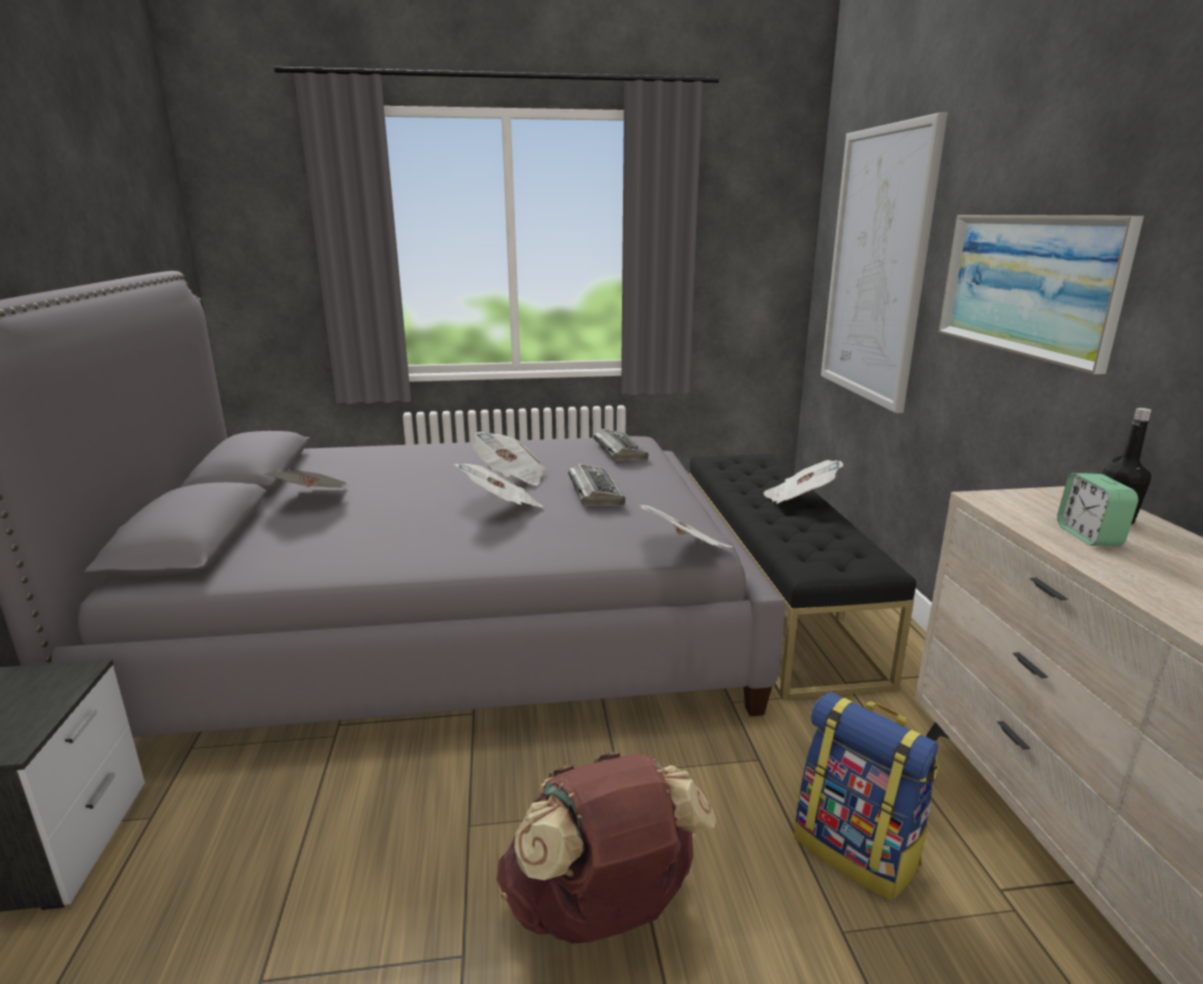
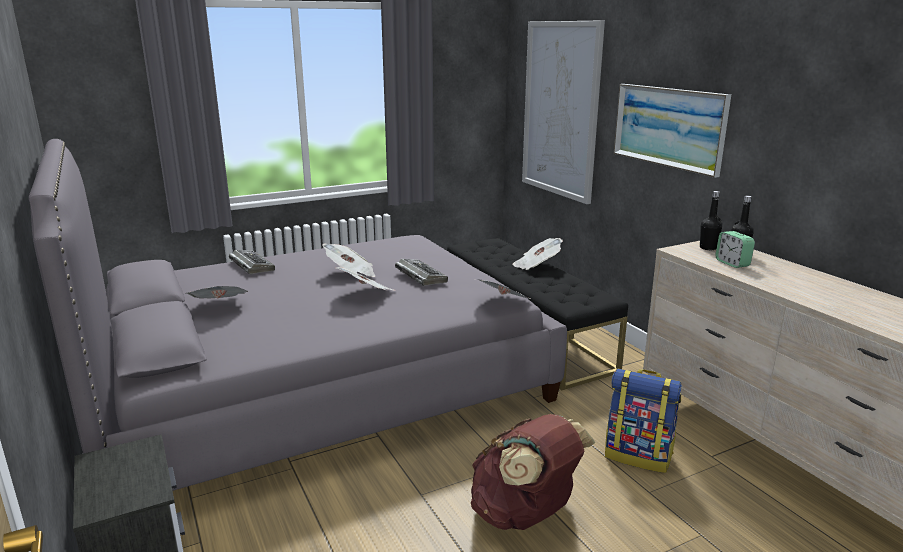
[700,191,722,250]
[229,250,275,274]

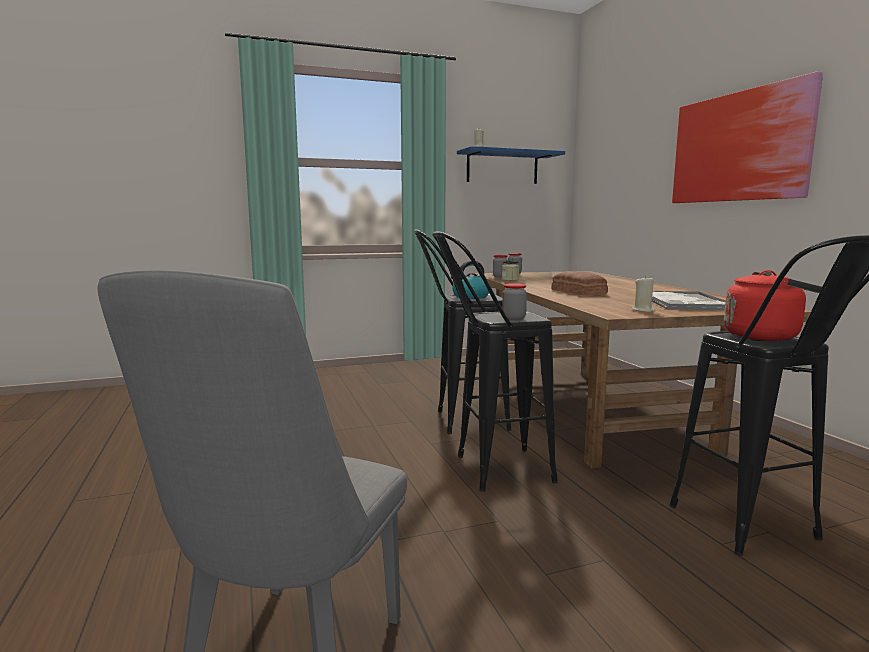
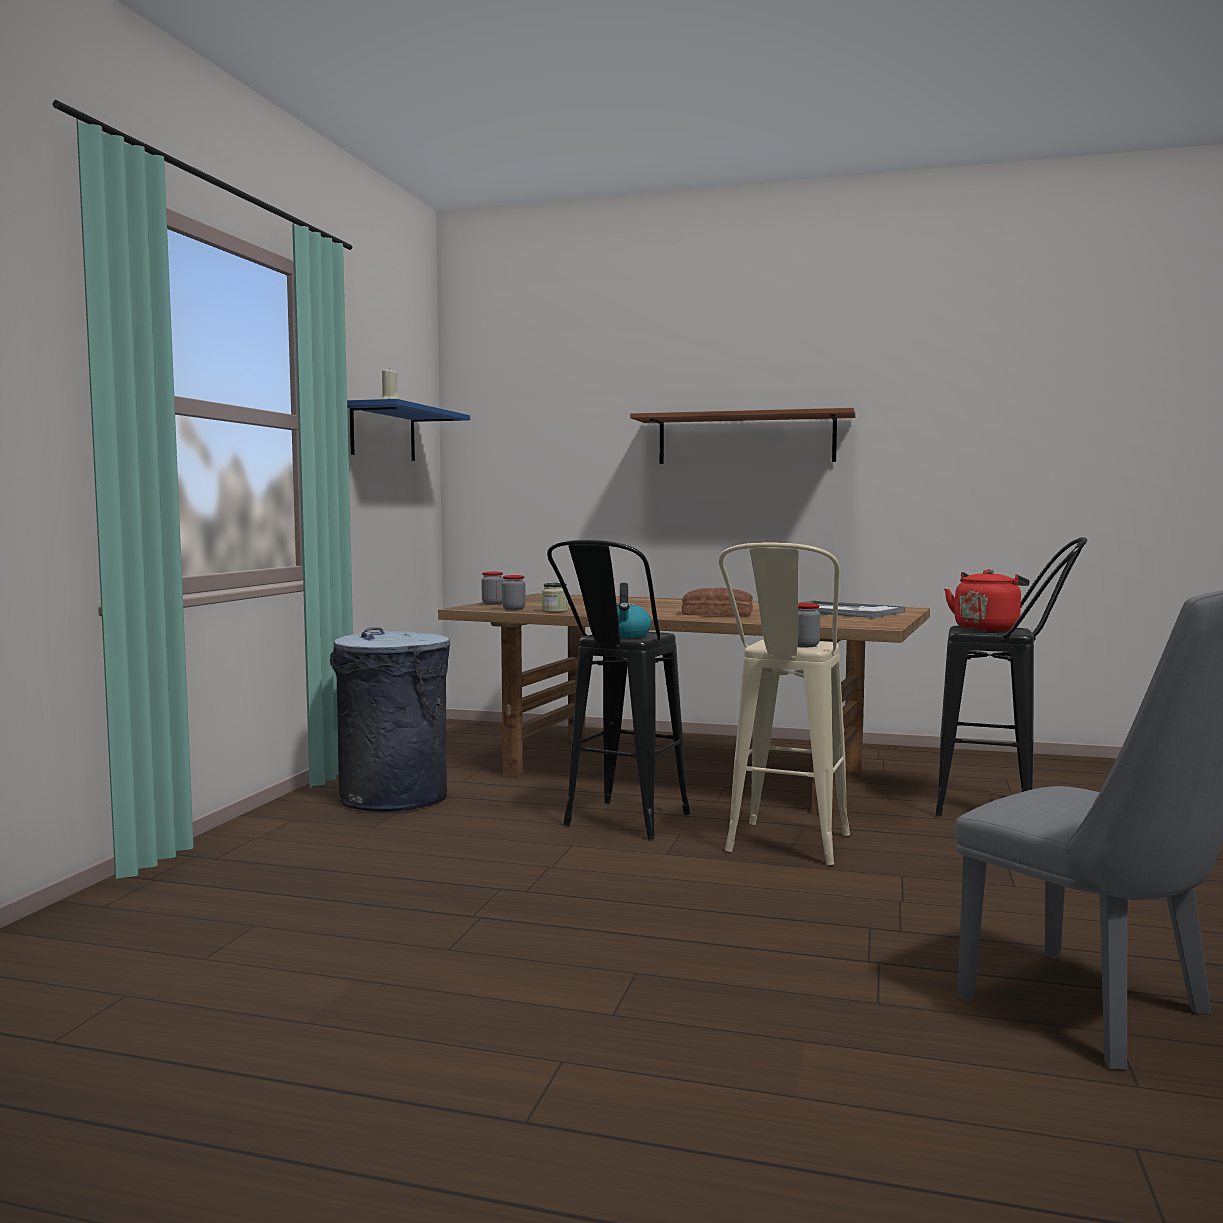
[632,276,656,312] (first image)
[330,627,451,812]
[630,408,856,464]
[719,542,850,865]

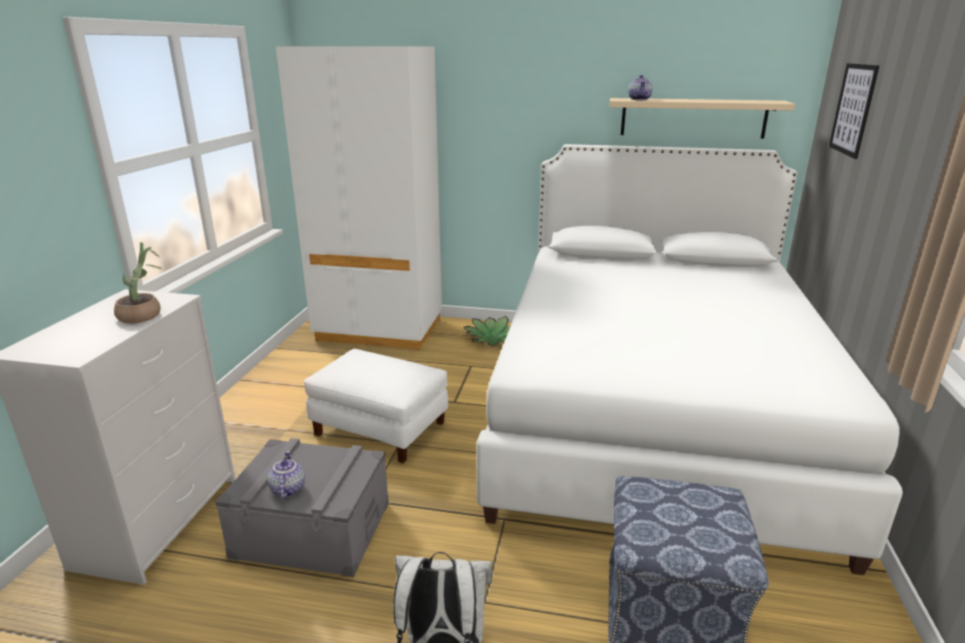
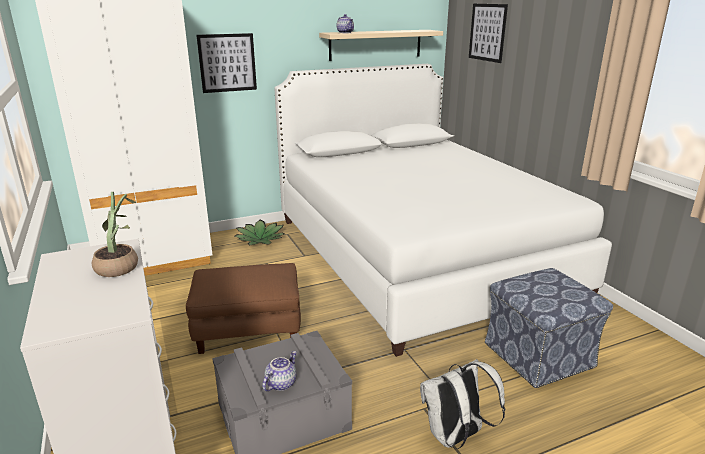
[196,33,257,93]
[186,263,301,354]
[262,351,297,391]

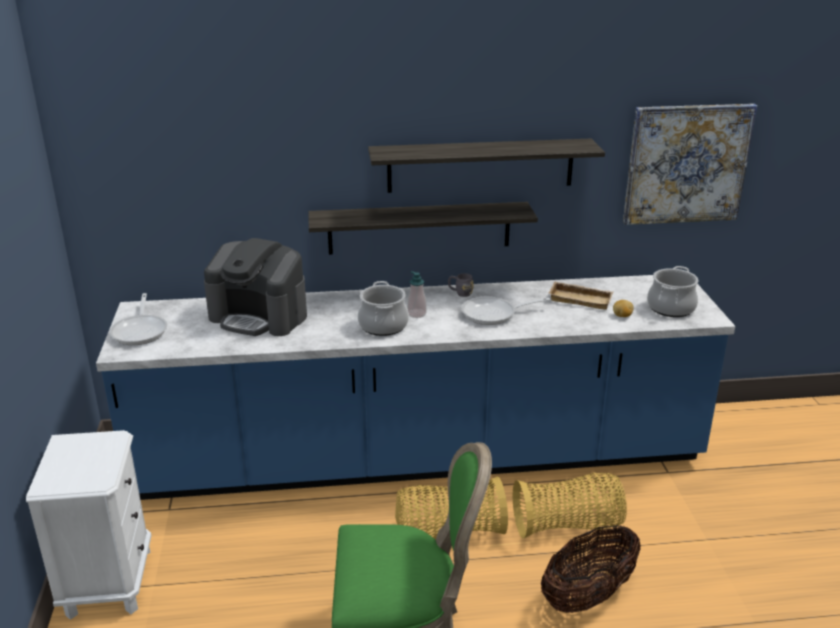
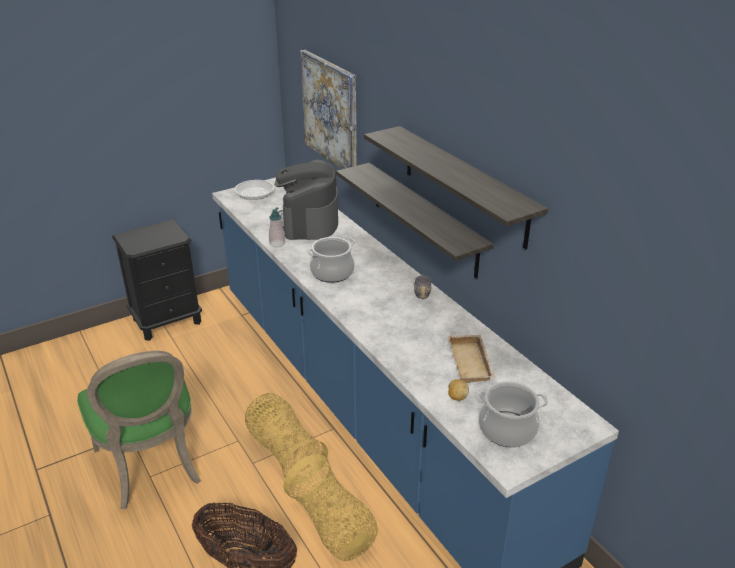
[461,297,550,325] (first image)
[269,207,285,247]
[300,50,357,169]
[112,219,202,341]

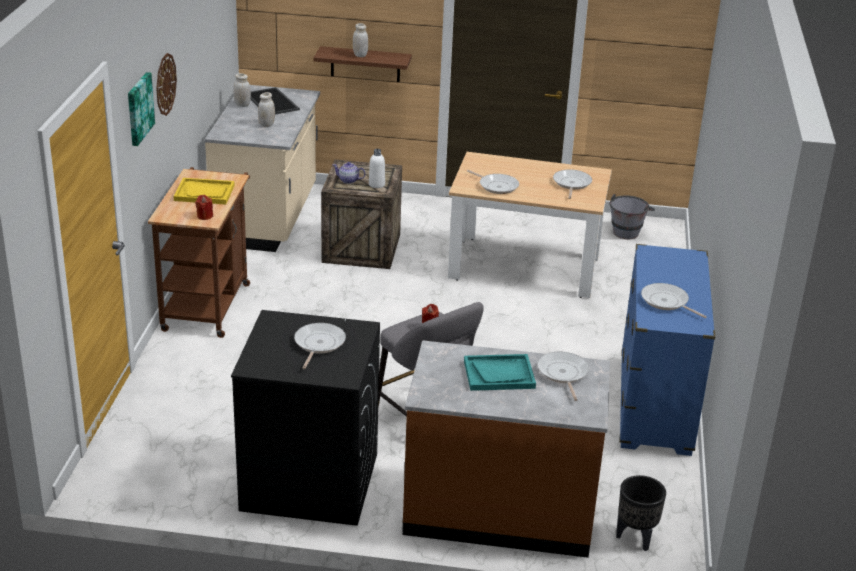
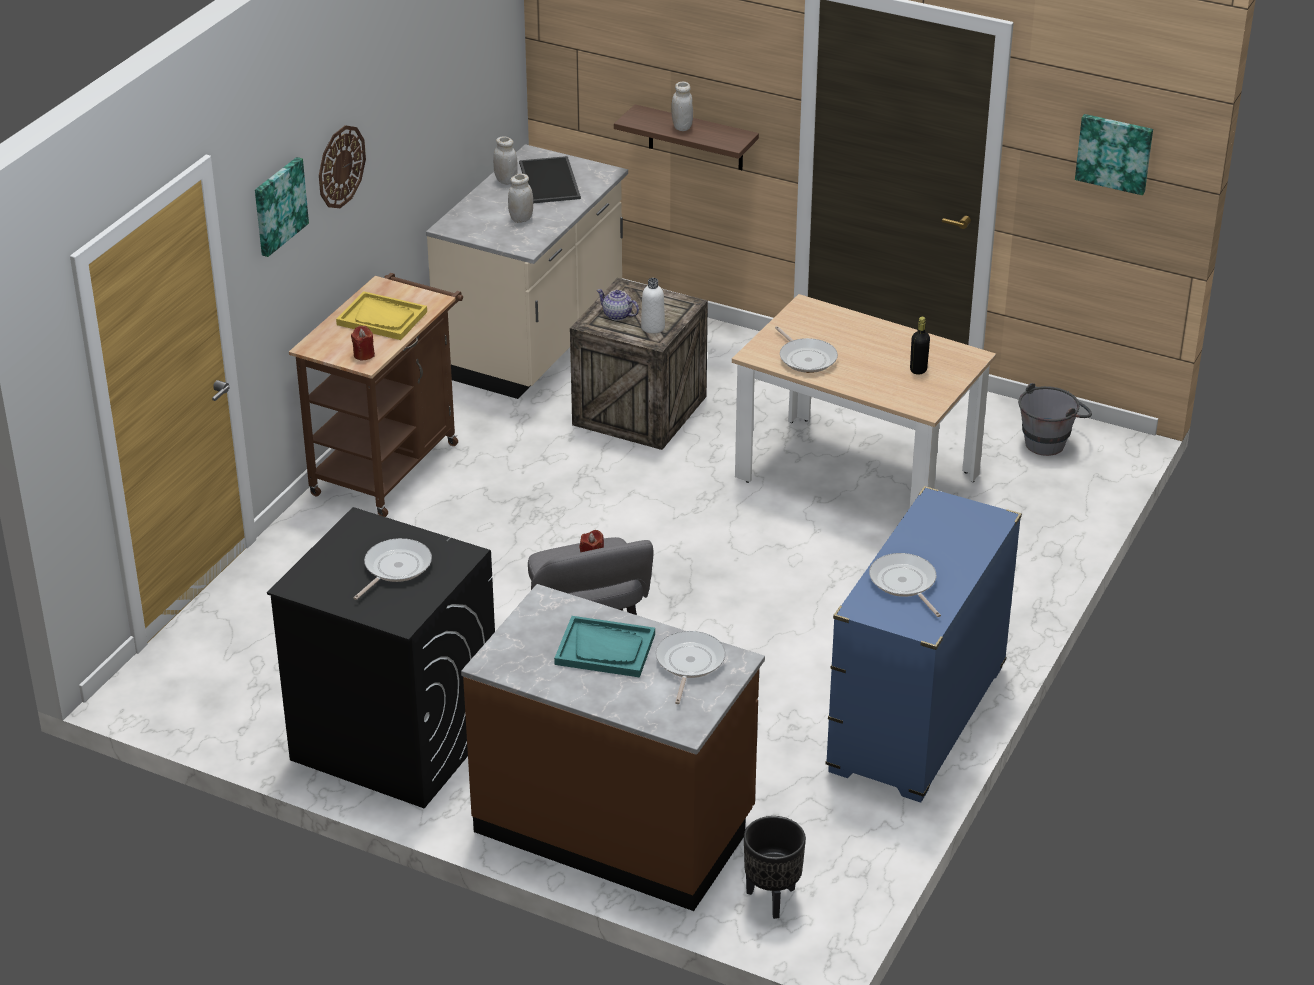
[1075,114,1153,195]
[910,317,930,375]

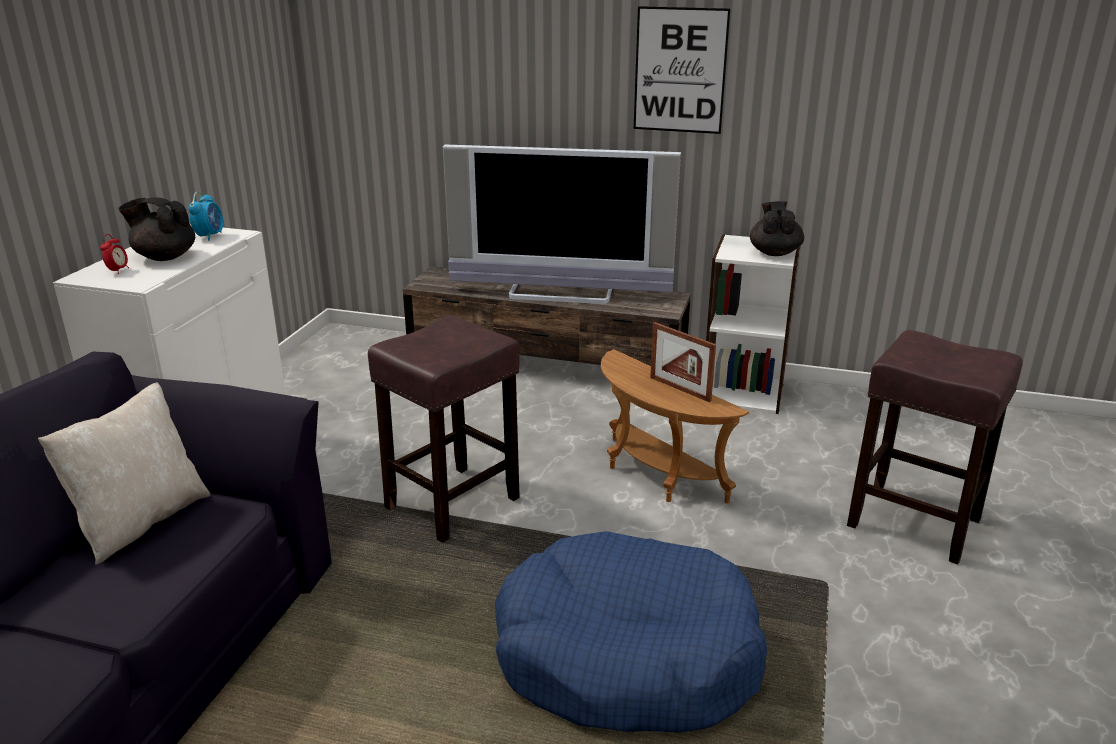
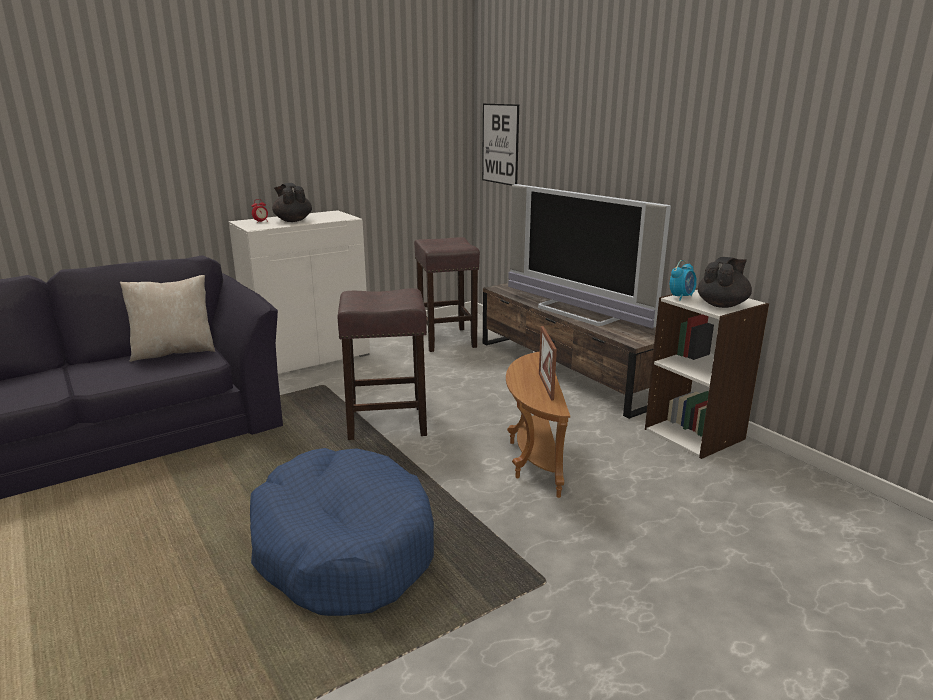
[670,260,697,301]
[482,104,519,186]
[414,237,480,352]

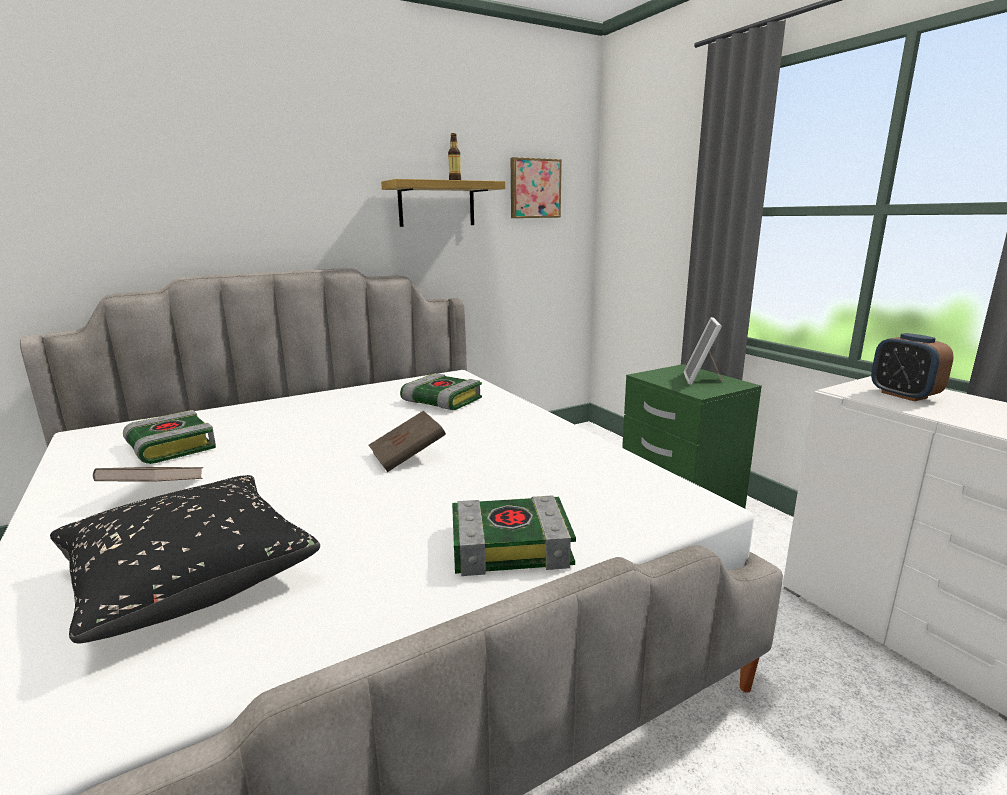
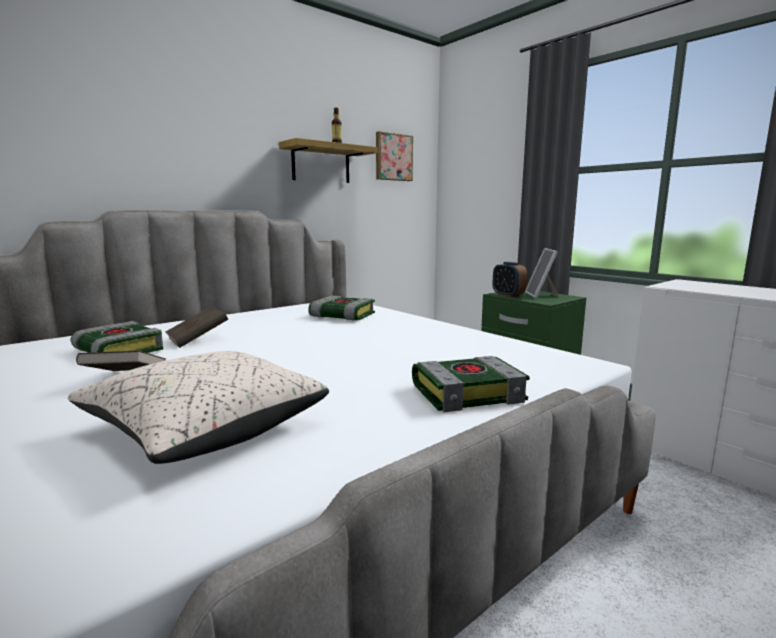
[165,306,228,348]
[492,262,527,297]
[68,351,329,464]

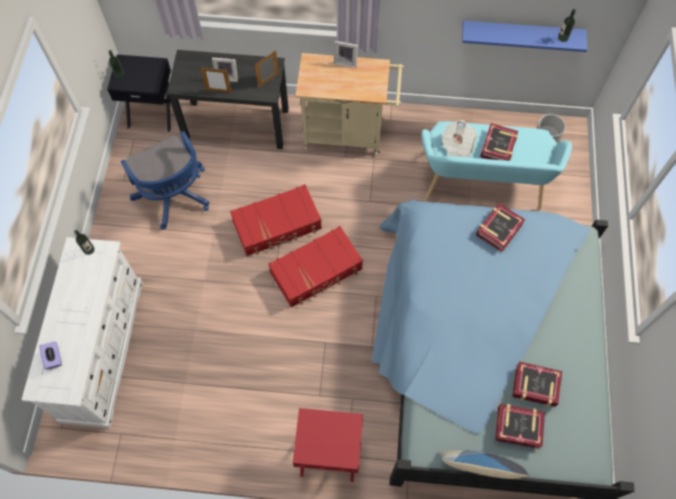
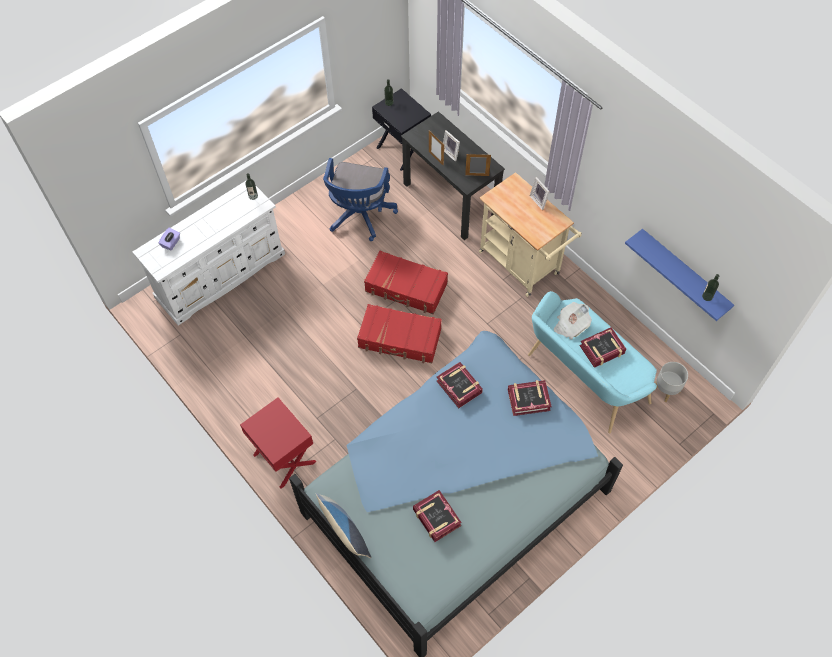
[437,362,483,408]

